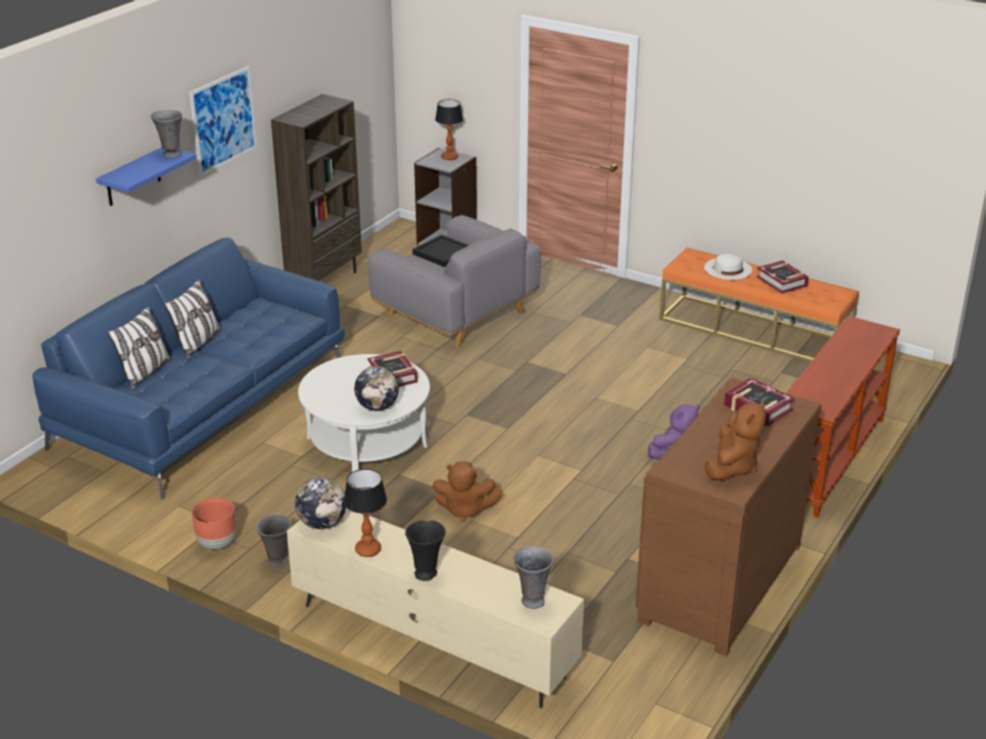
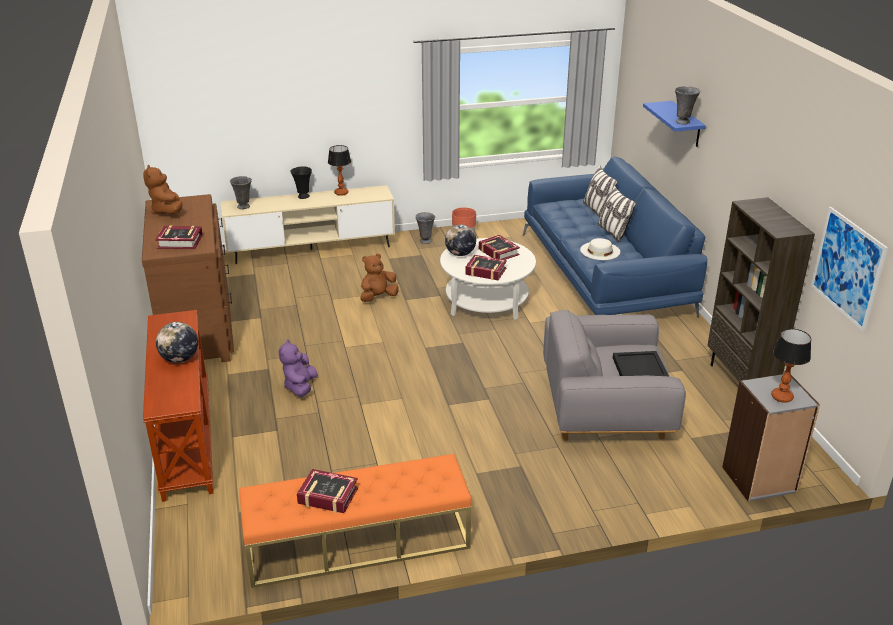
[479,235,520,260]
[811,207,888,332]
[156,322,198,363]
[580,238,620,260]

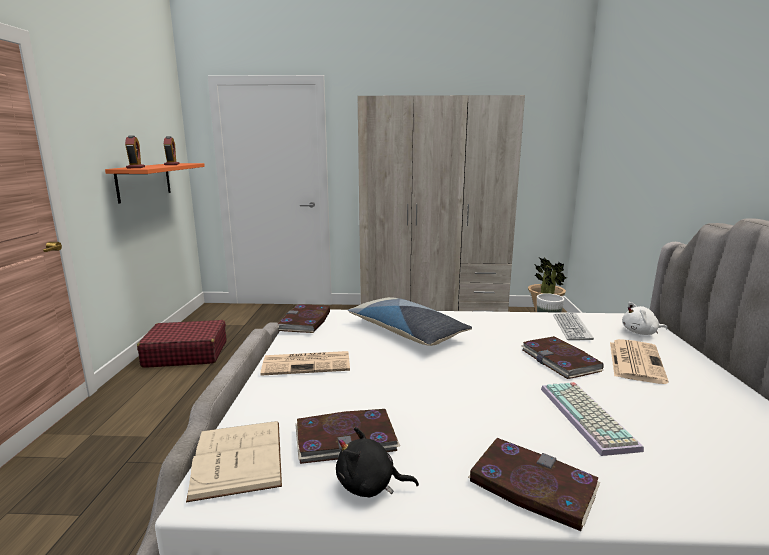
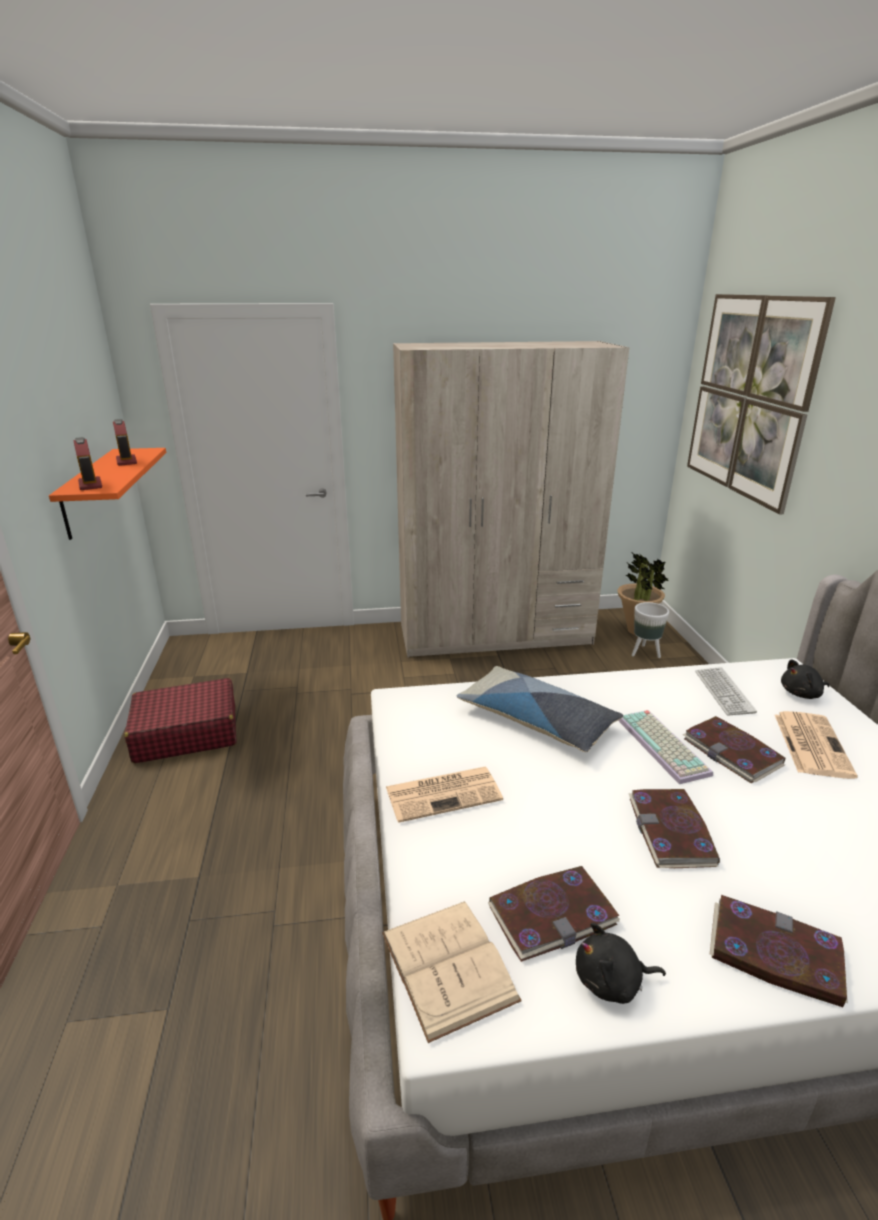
[687,294,836,514]
[628,789,720,868]
[618,710,713,784]
[781,659,830,699]

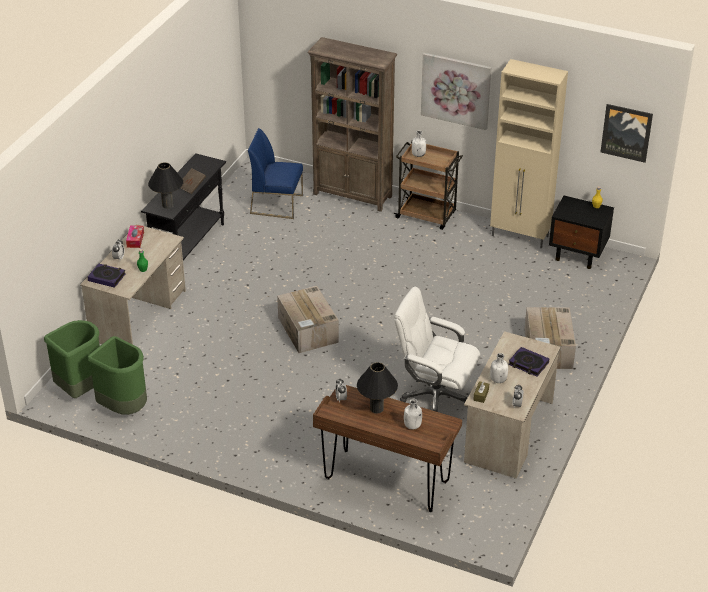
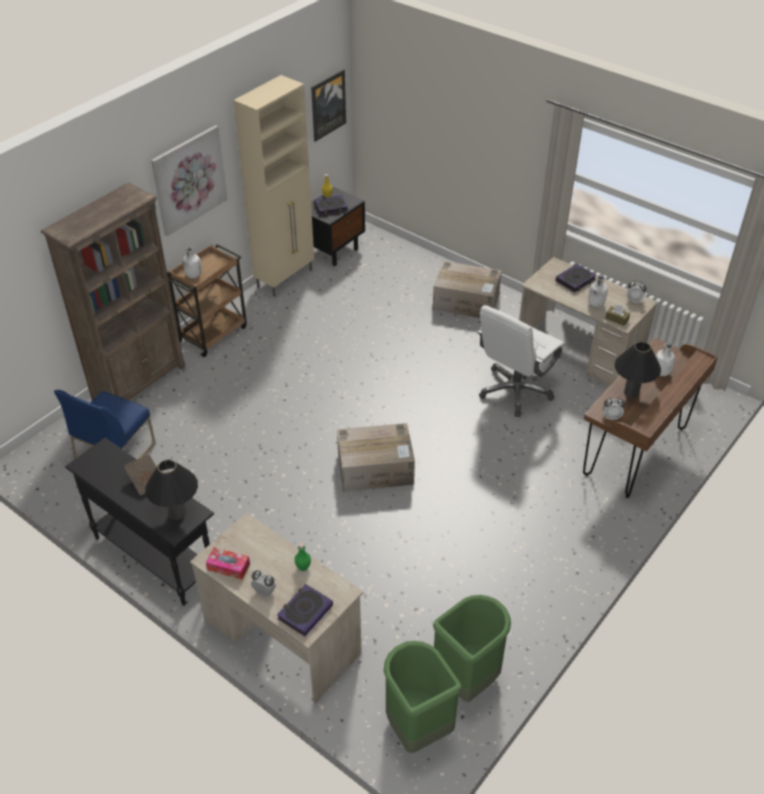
[314,195,348,216]

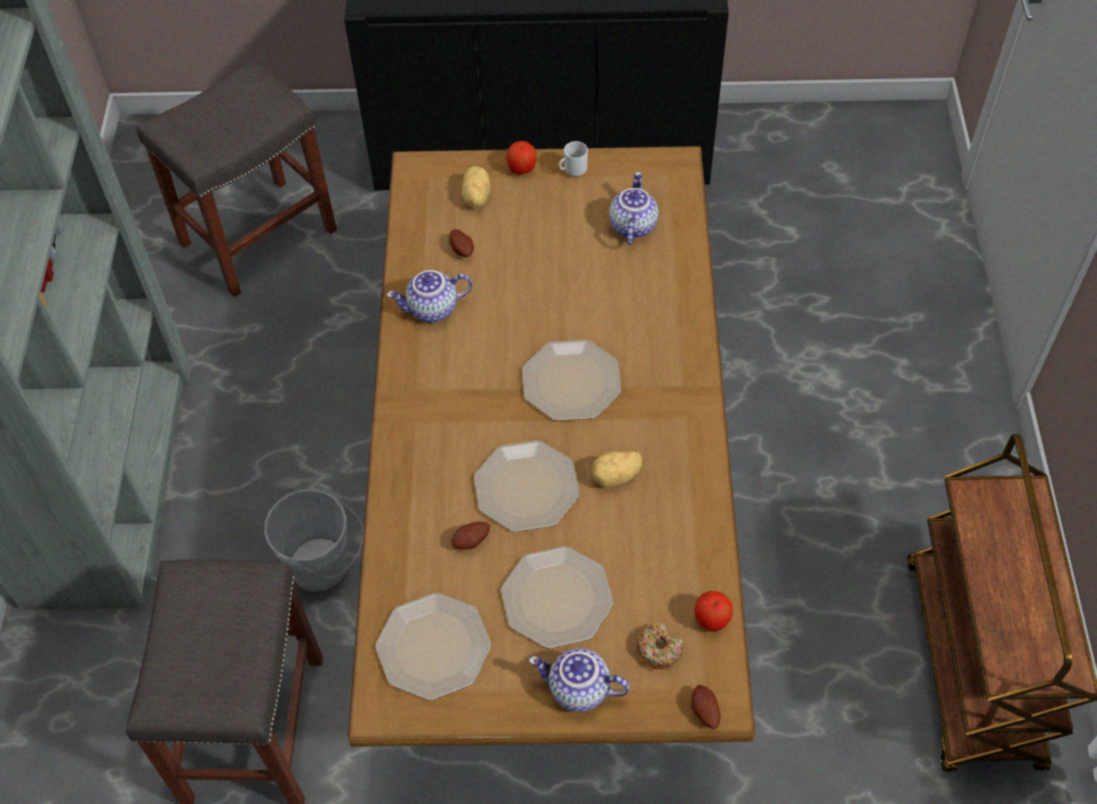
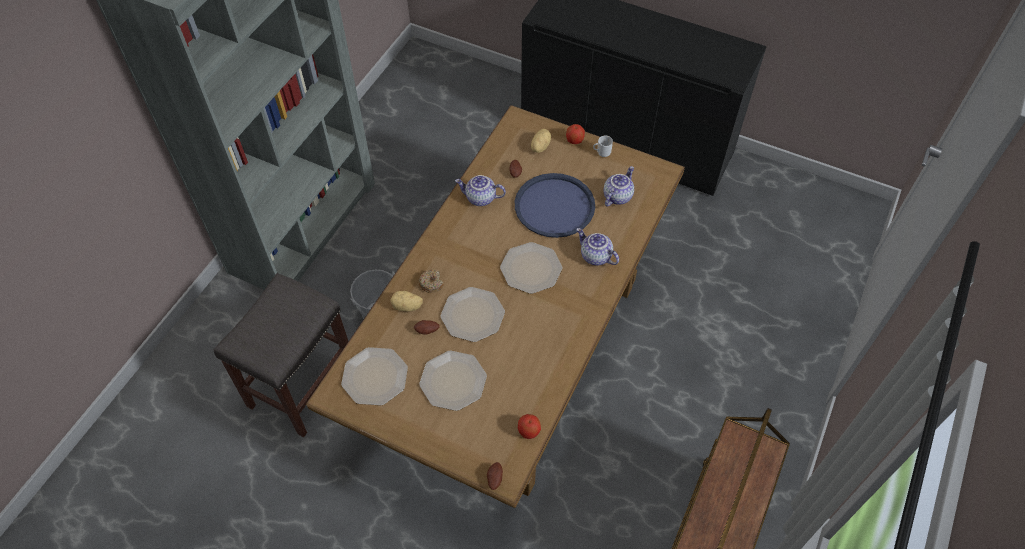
[136,59,337,297] (first image)
[515,173,595,238]
[576,228,619,266]
[390,291,423,312]
[419,270,443,293]

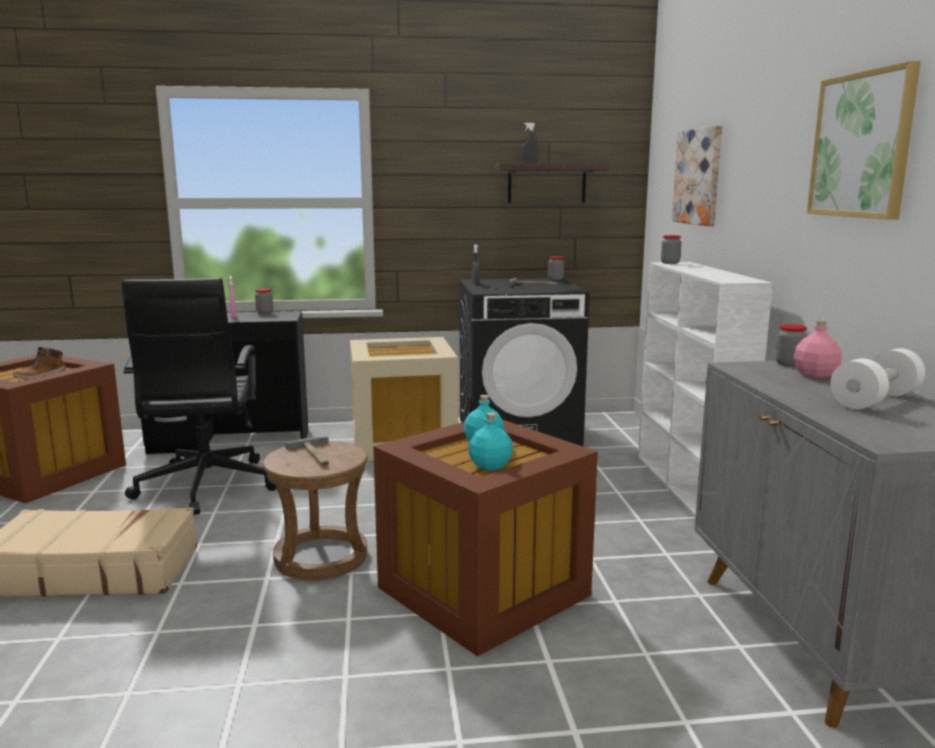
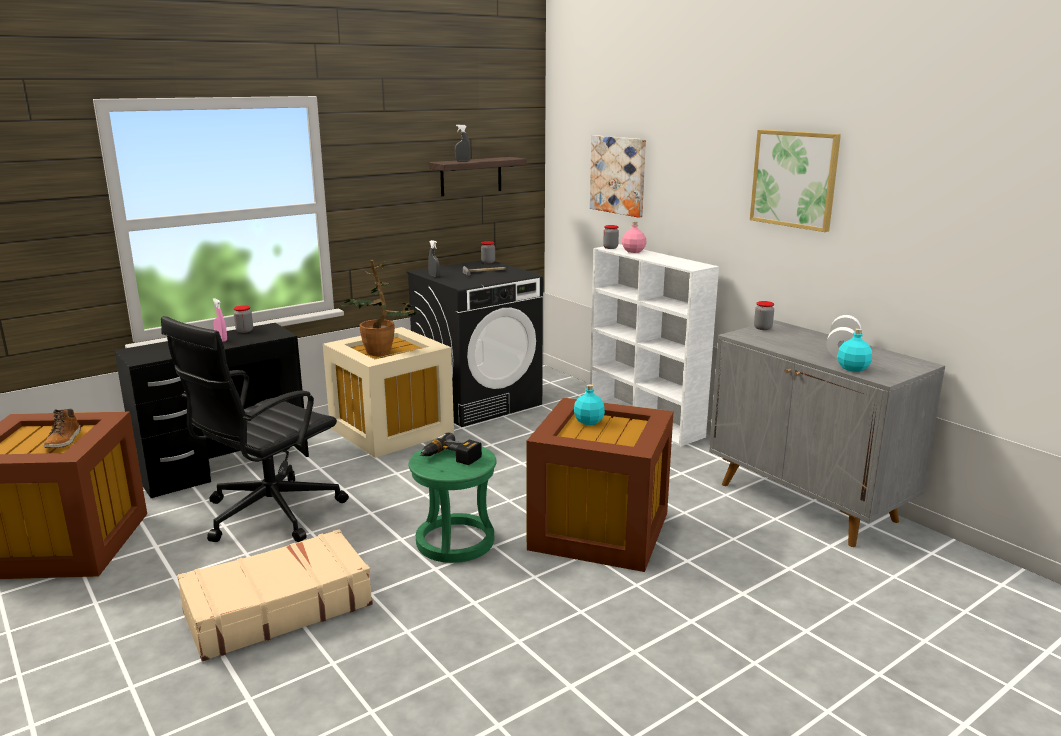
[341,260,422,356]
[838,328,872,372]
[622,221,646,253]
[420,433,482,465]
[408,447,497,563]
[161,316,349,542]

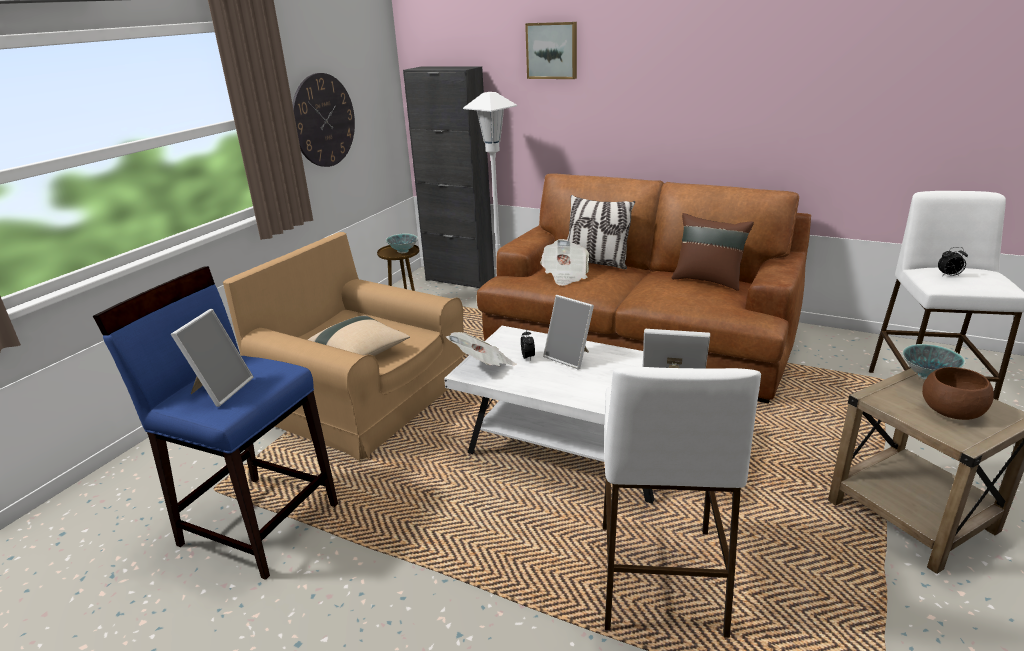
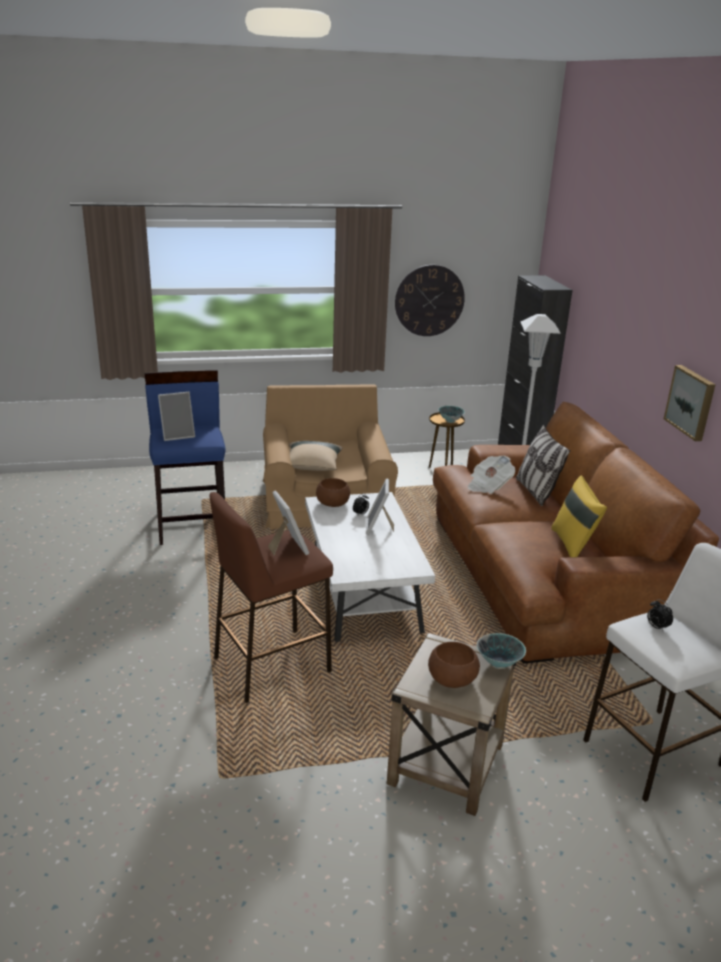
[664,365,716,441]
[316,478,350,507]
[209,492,333,703]
[551,476,607,557]

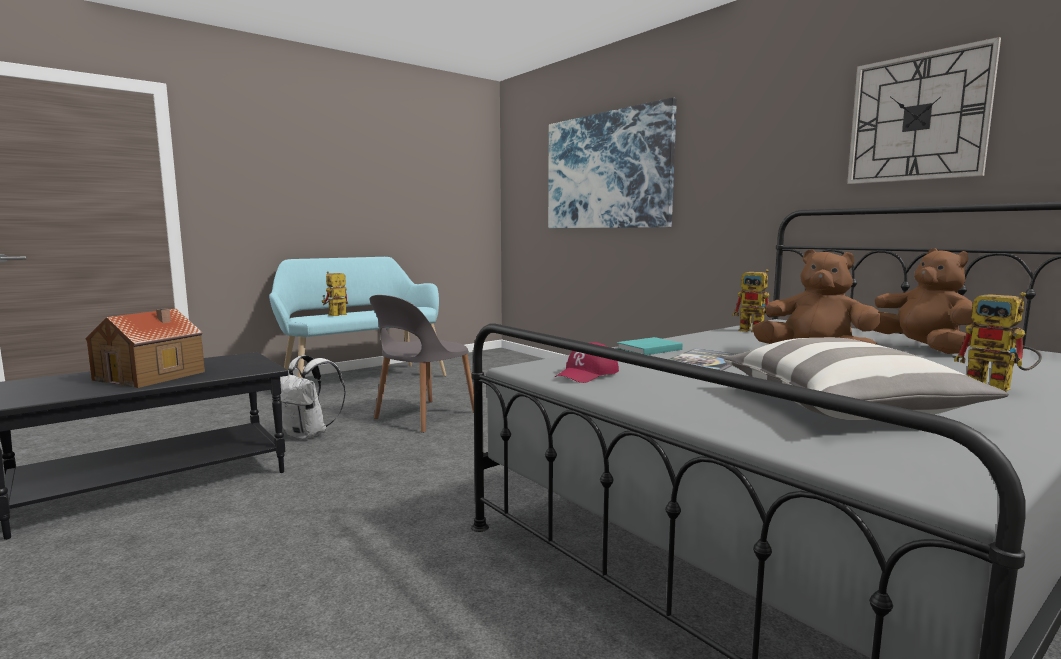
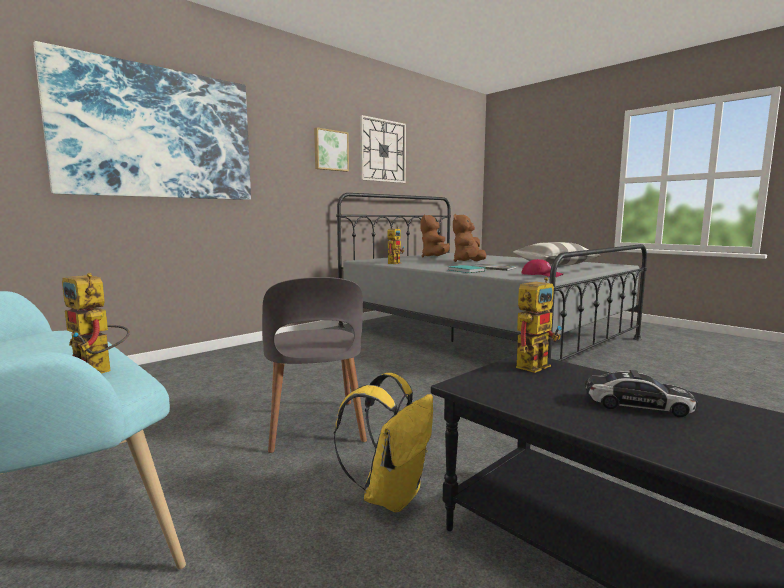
[314,128,349,172]
[516,277,562,373]
[585,370,698,417]
[334,373,433,512]
[262,277,367,453]
[420,214,450,258]

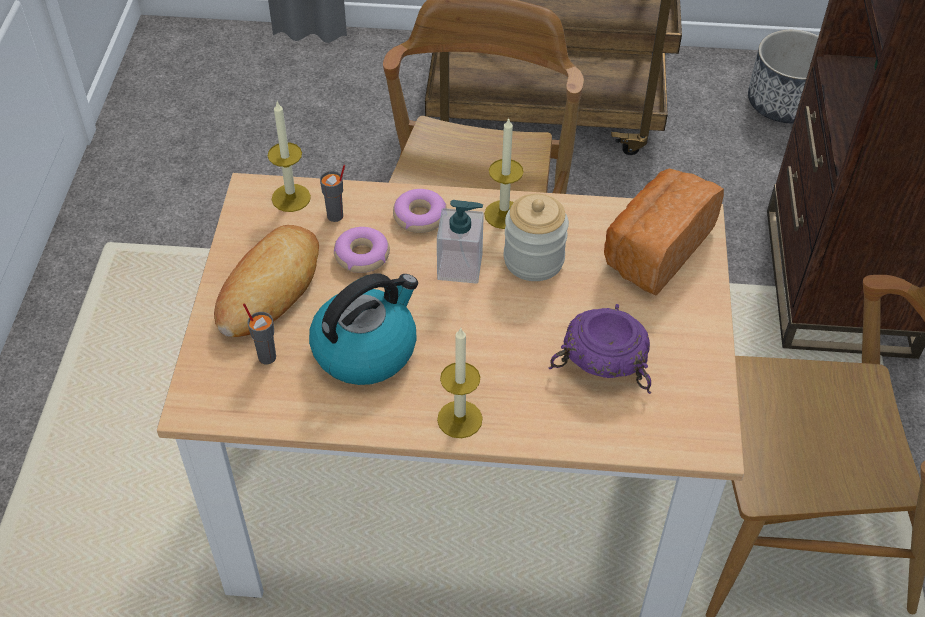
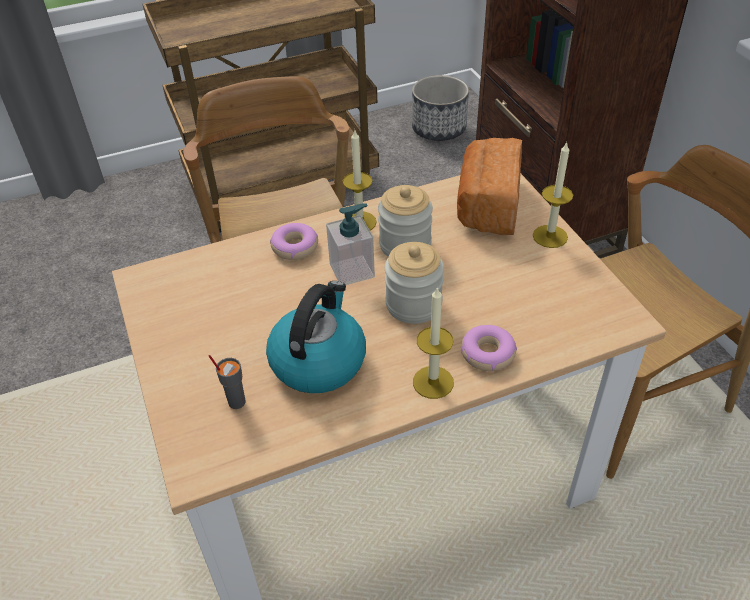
[214,225,319,337] (first image)
[320,165,345,222] (first image)
[549,304,651,394] (first image)
[385,242,444,324]
[533,142,573,248]
[461,325,517,371]

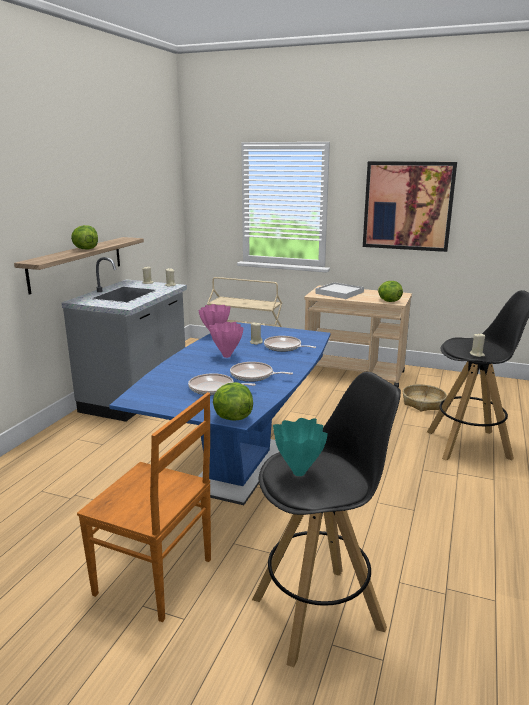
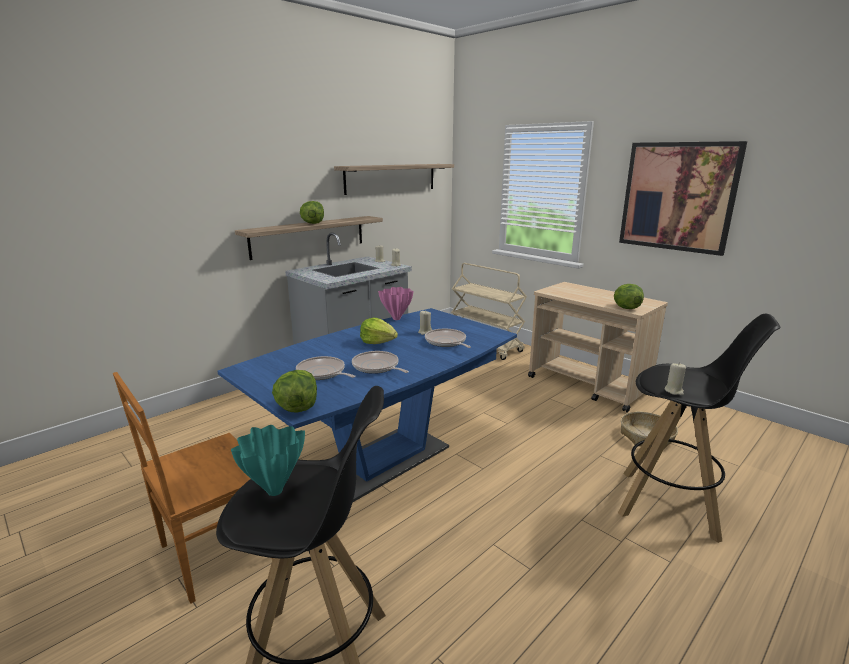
[315,282,364,299] (first image)
[334,164,454,195]
[360,318,398,344]
[113,372,273,604]

